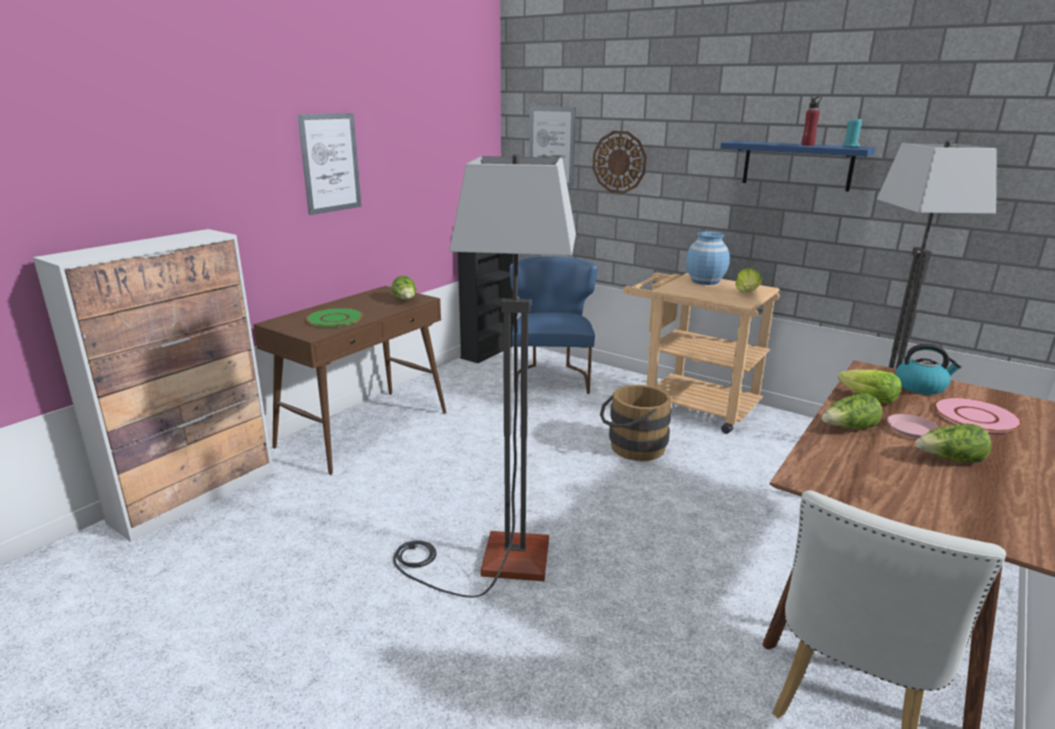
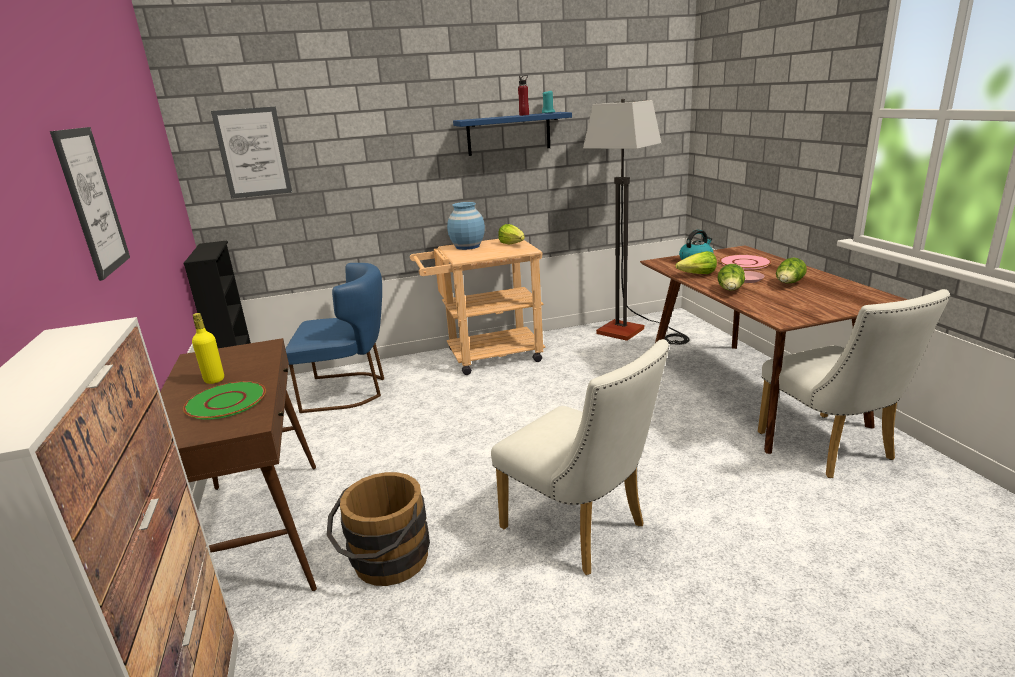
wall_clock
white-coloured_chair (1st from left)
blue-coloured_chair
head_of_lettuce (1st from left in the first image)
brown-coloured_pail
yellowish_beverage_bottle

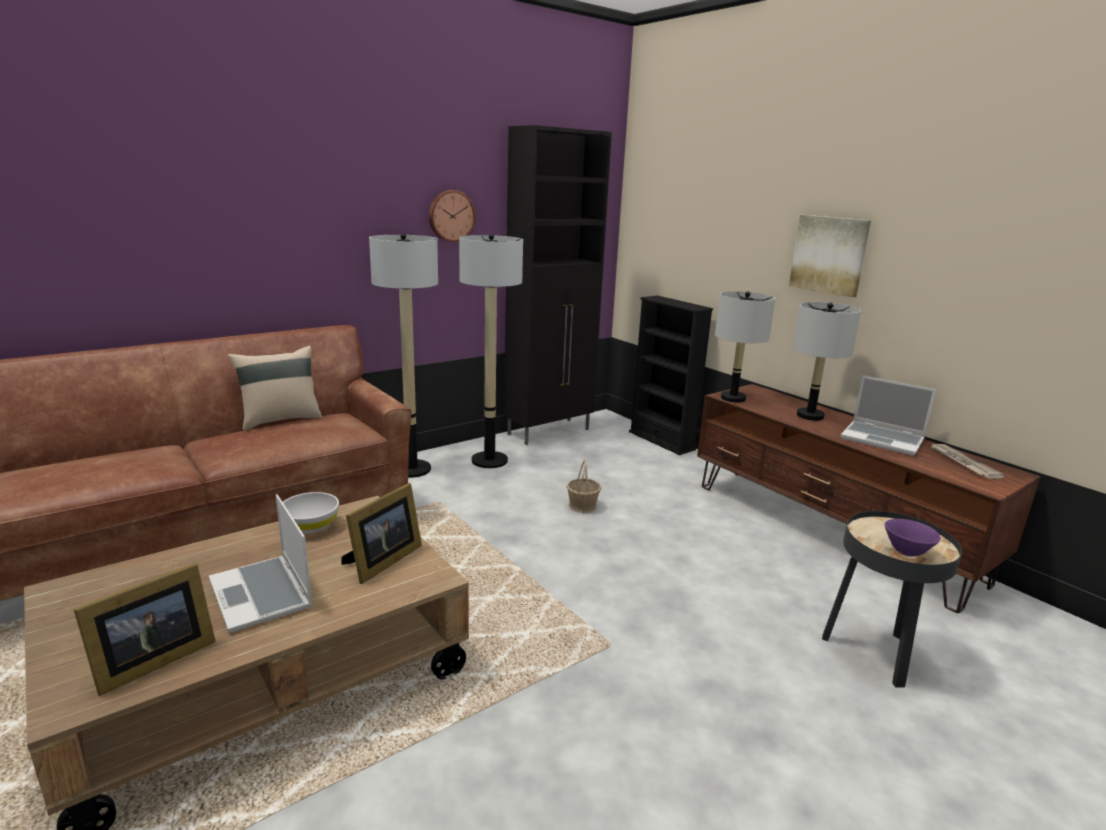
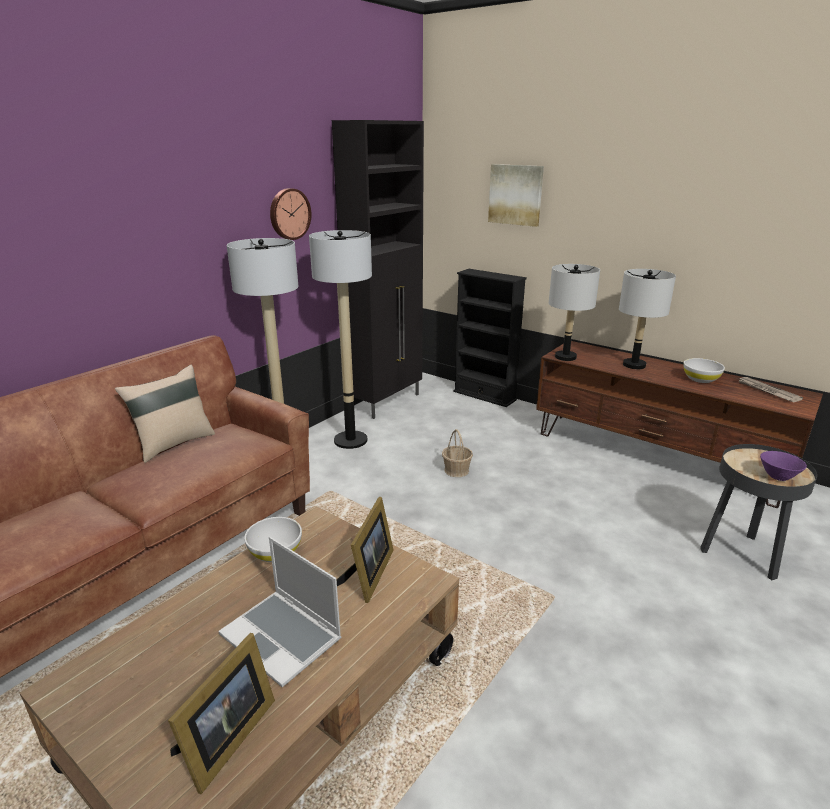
wall_picture
white-coloured_serving_bowl (2nd from left)

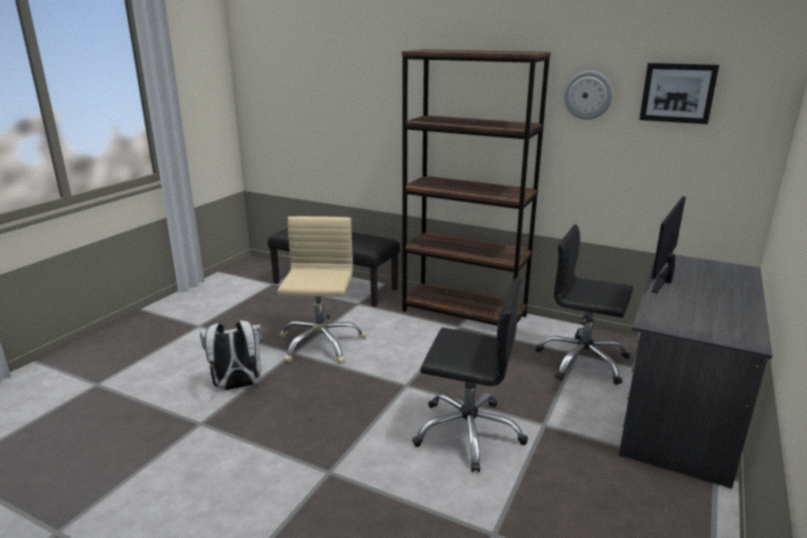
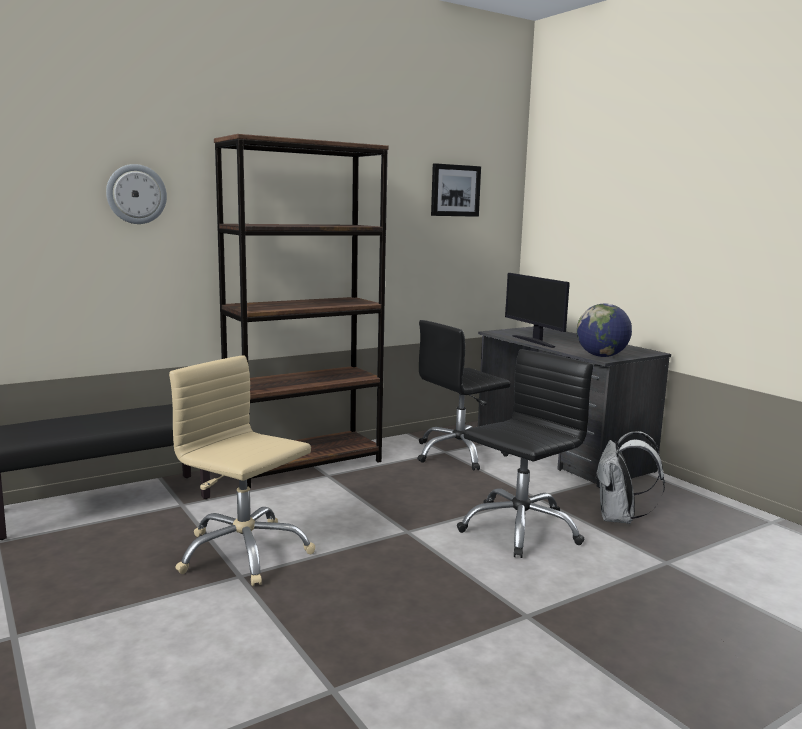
wall_clock
white-coloured_knapsack
world_globe

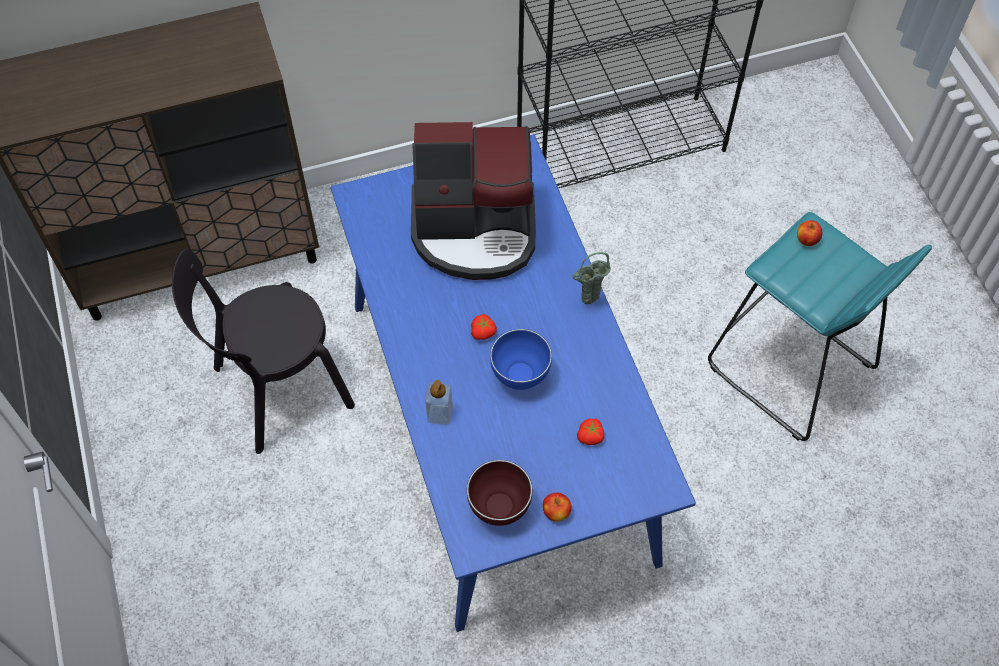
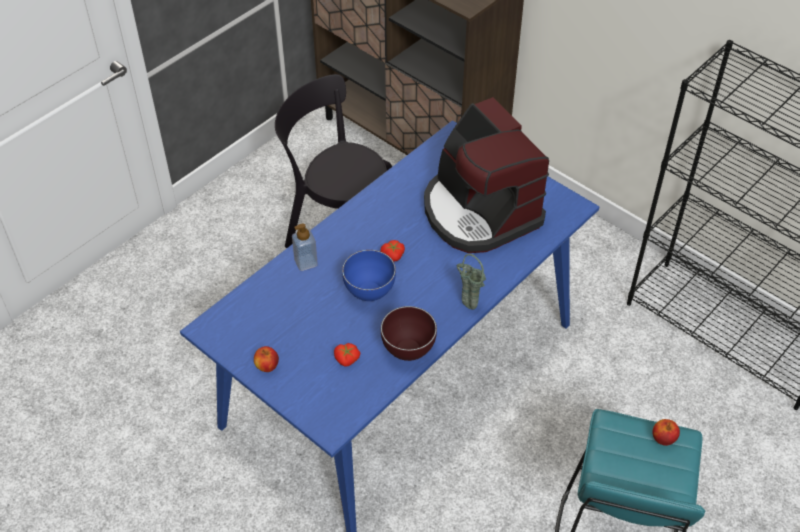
brown-coloured_serving_bowl

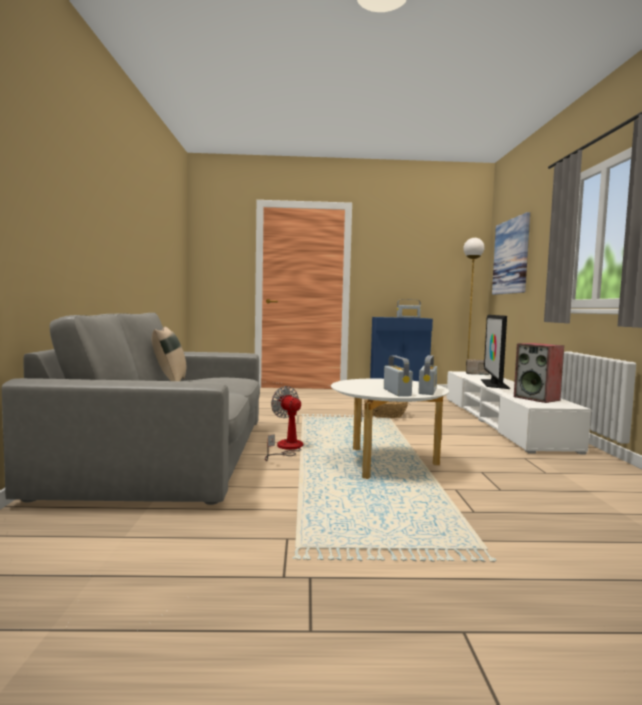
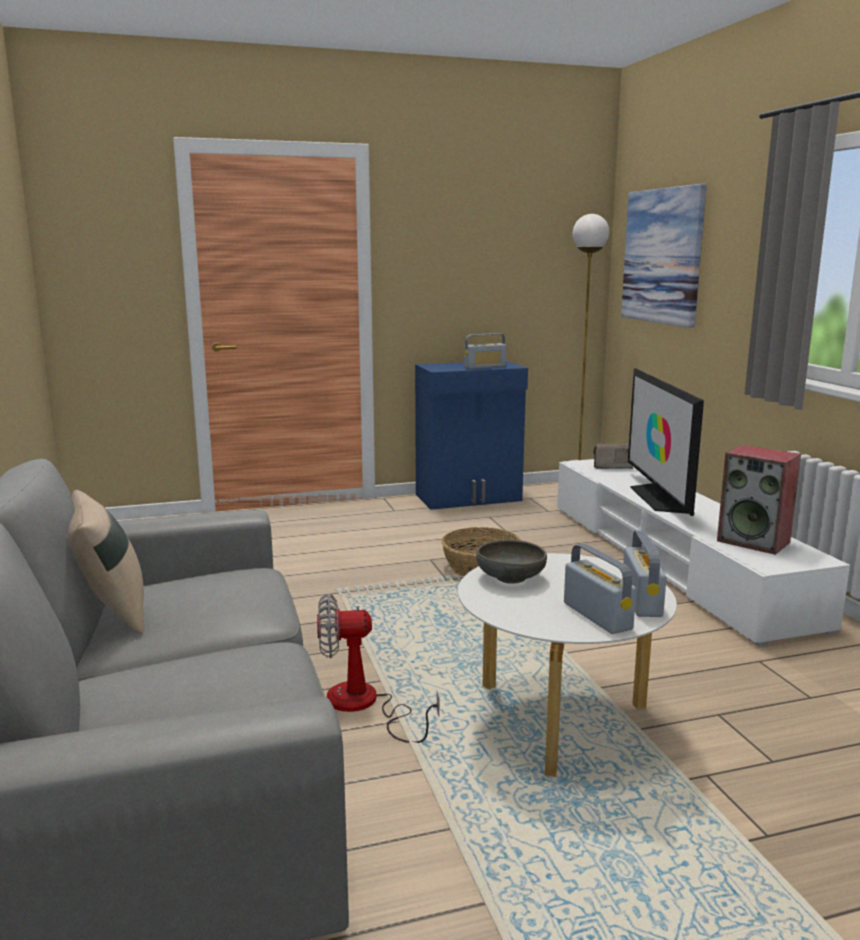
fan
gray_serving_bowl

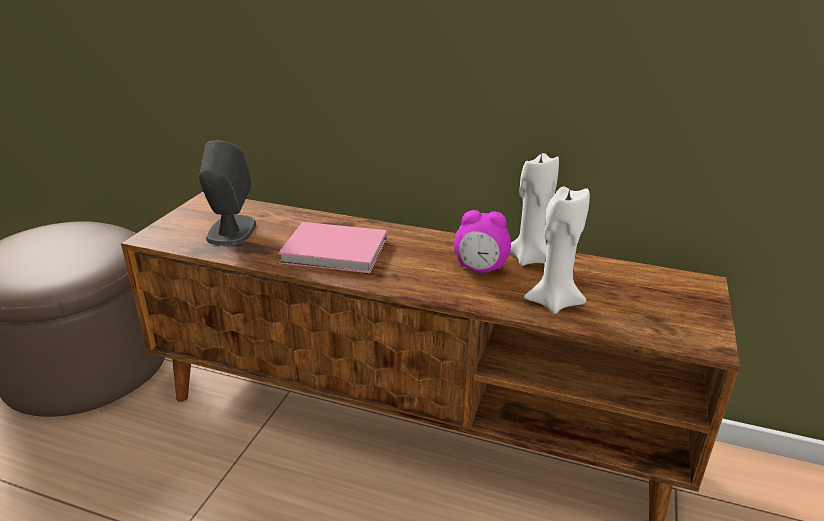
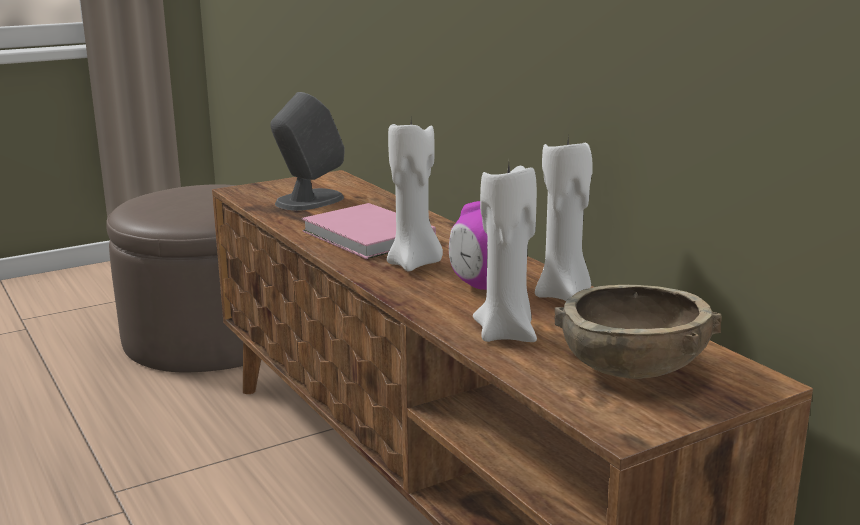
white-coloured_candle (1st from left)
brown-coloured_serving_bowl

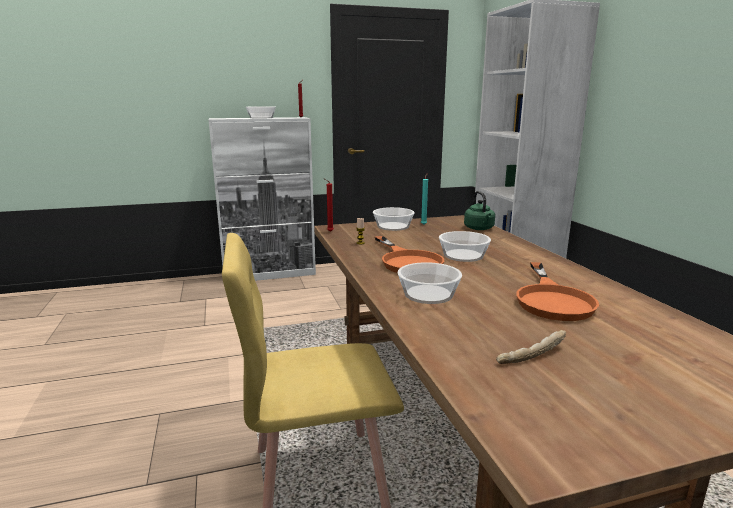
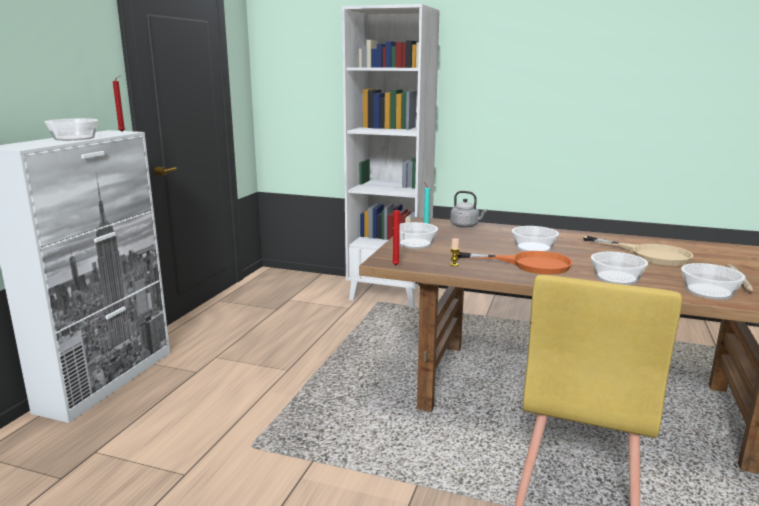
gray_kettle
beige-coloured_skillet
serving_bowl (5th from left)

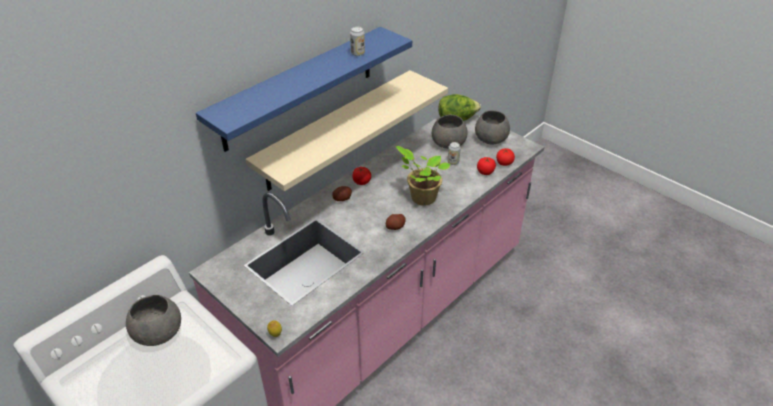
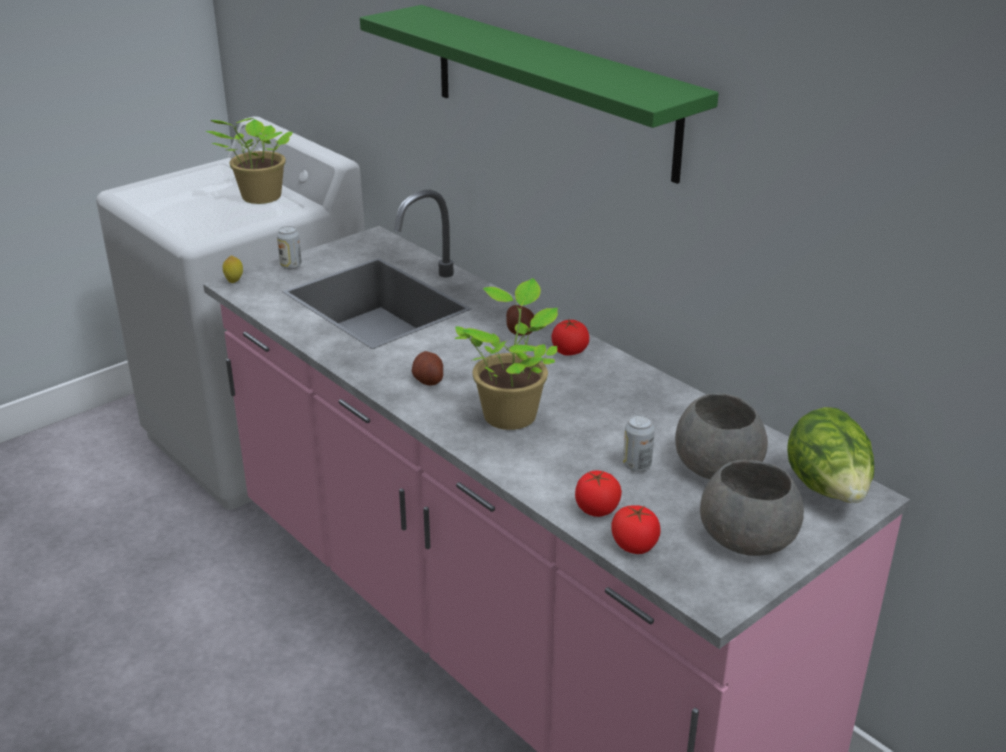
green-coloured_bracket_shelf
can (1st from left)
beige-coloured_bracket_shelf
houseplant (1st from left)

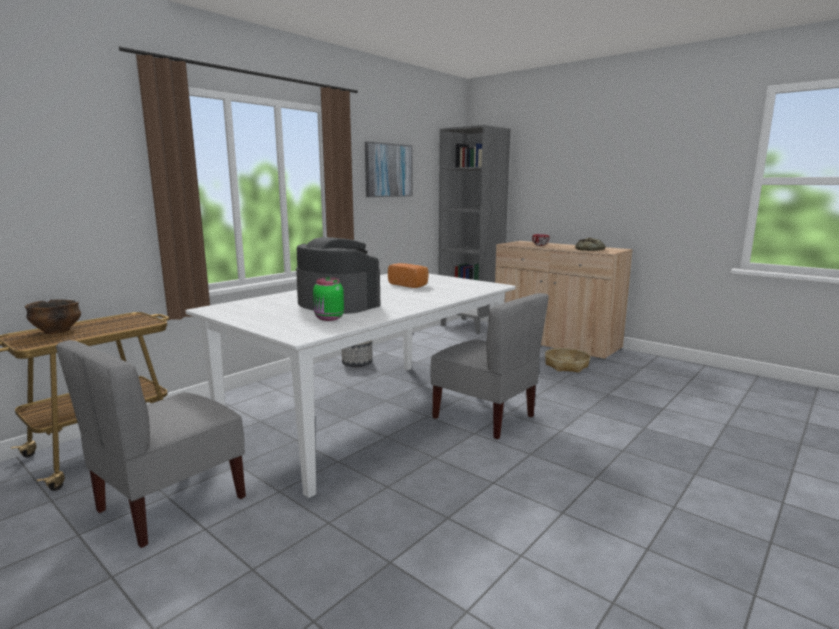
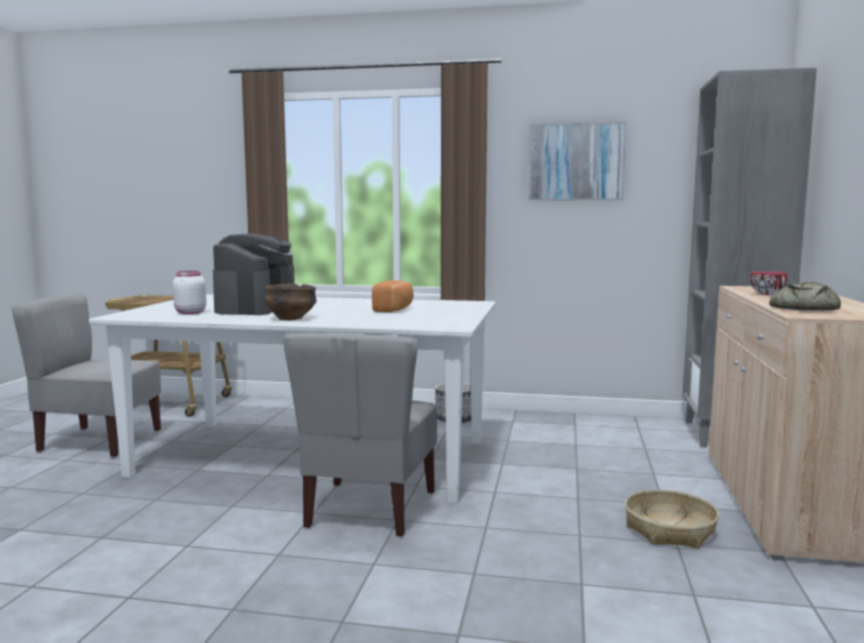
white-coloured_preserve_jar
serving_bowl (1st from left)

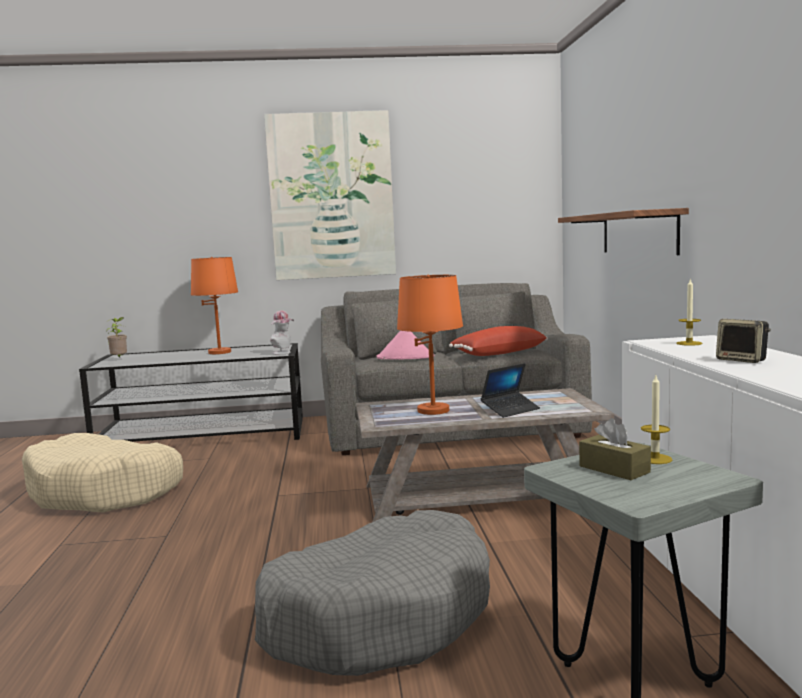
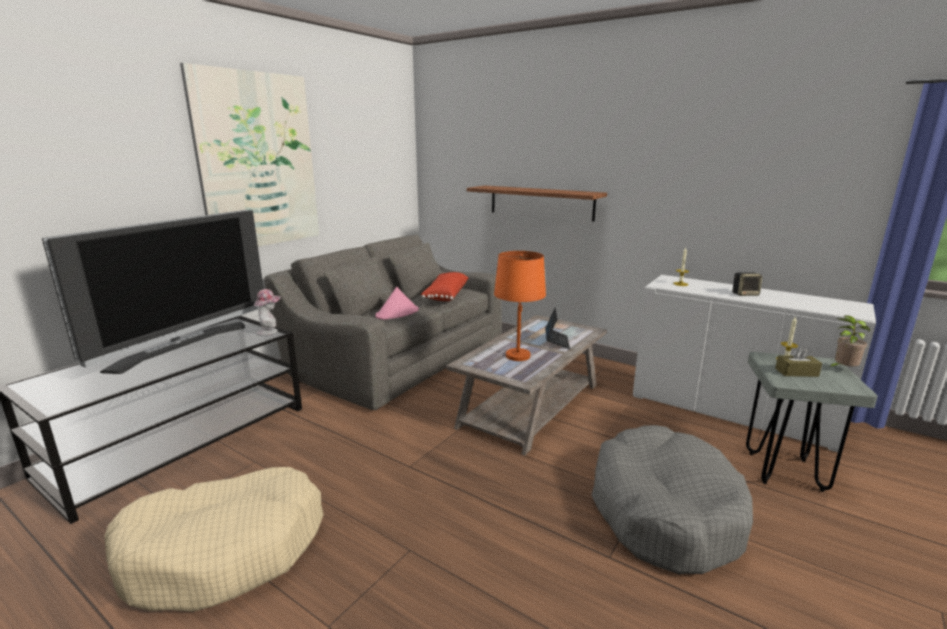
TV
houseplant

